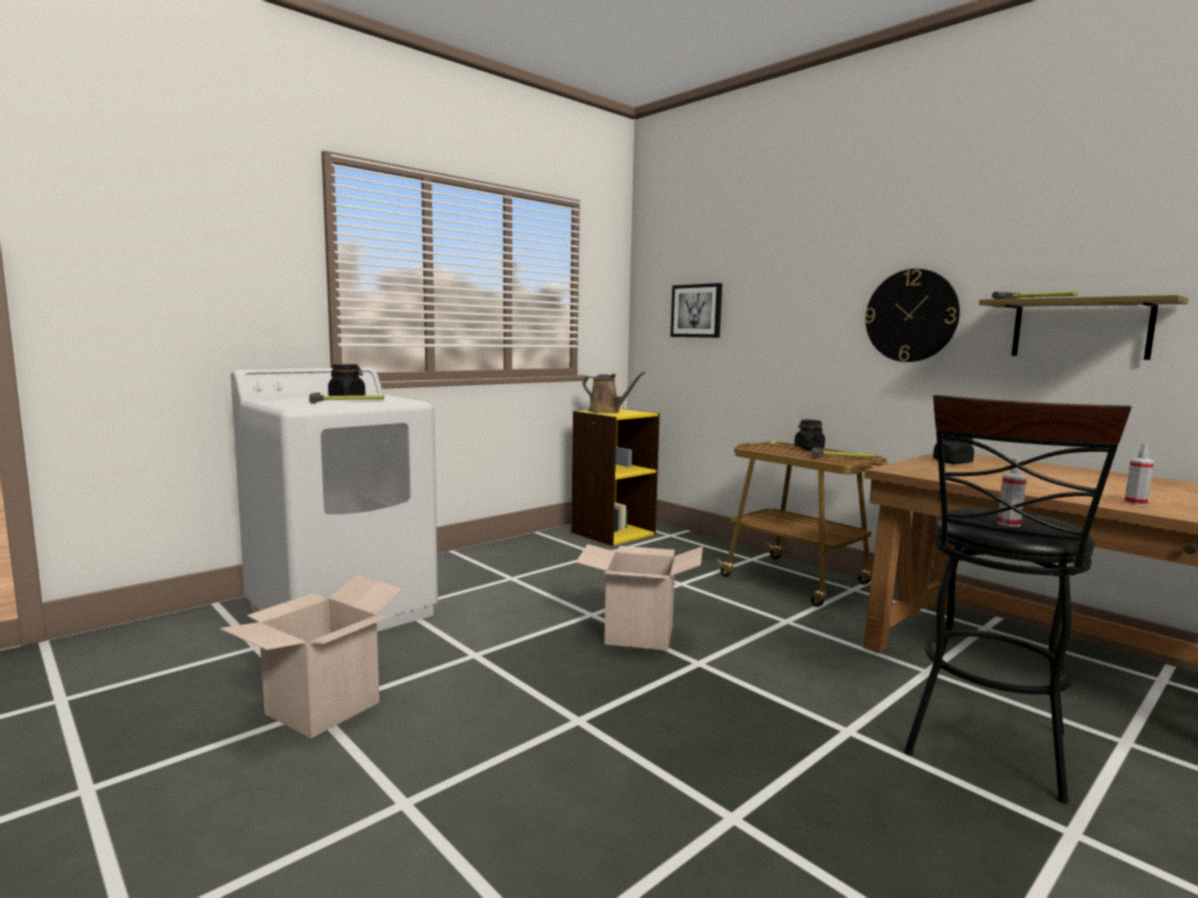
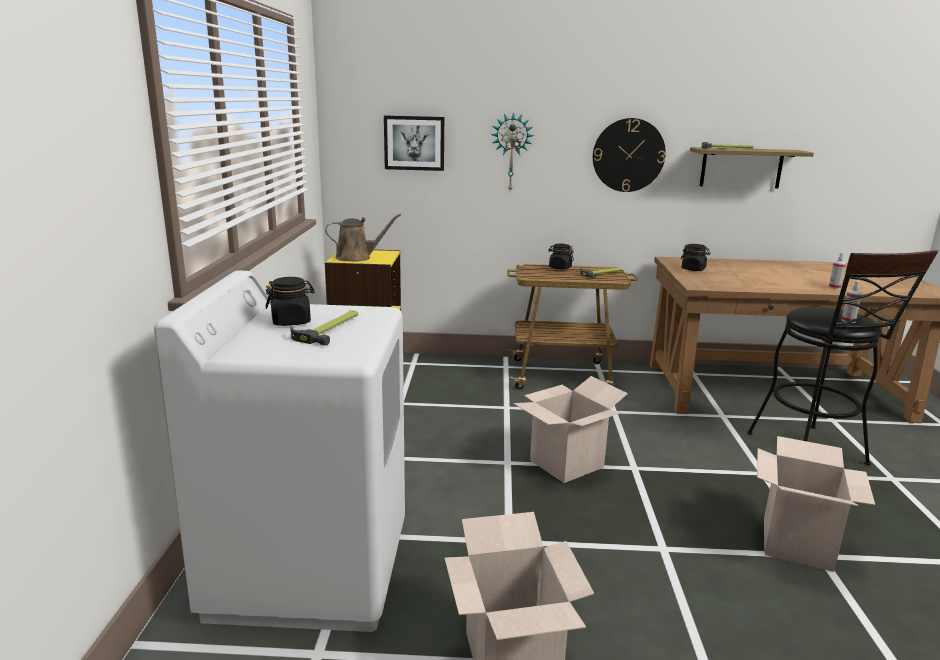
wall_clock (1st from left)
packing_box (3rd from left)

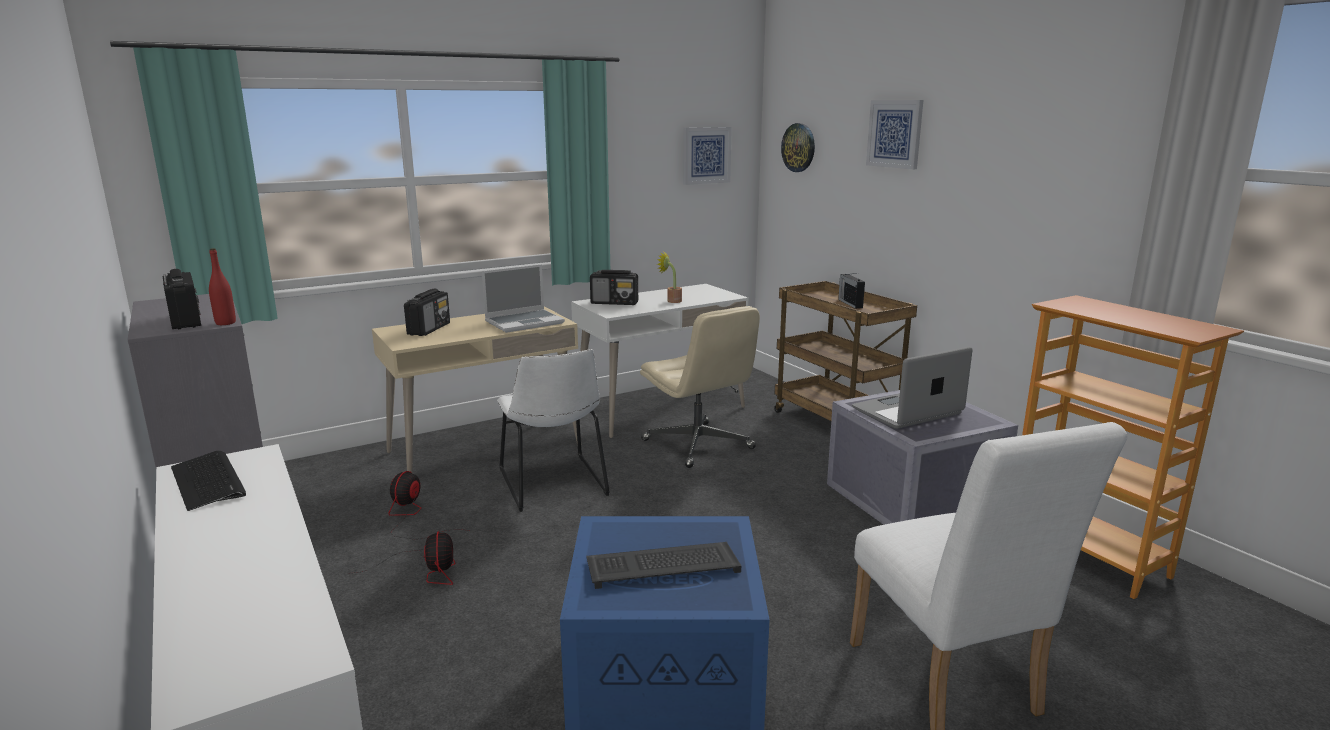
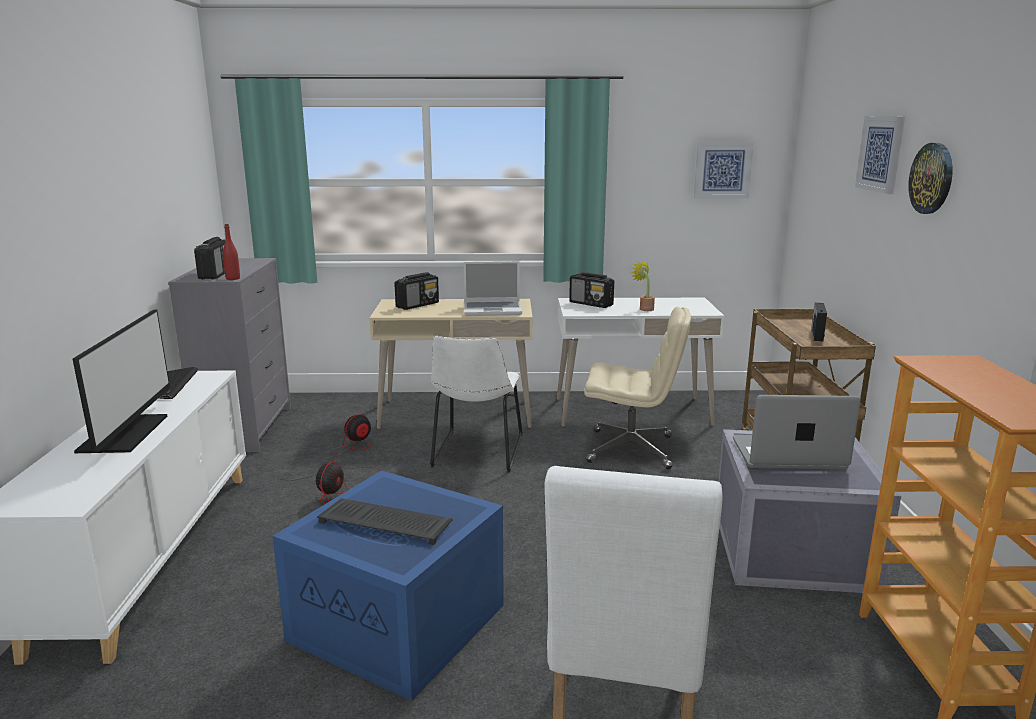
wall_clock
beige-coloured_desk_chair
monitor

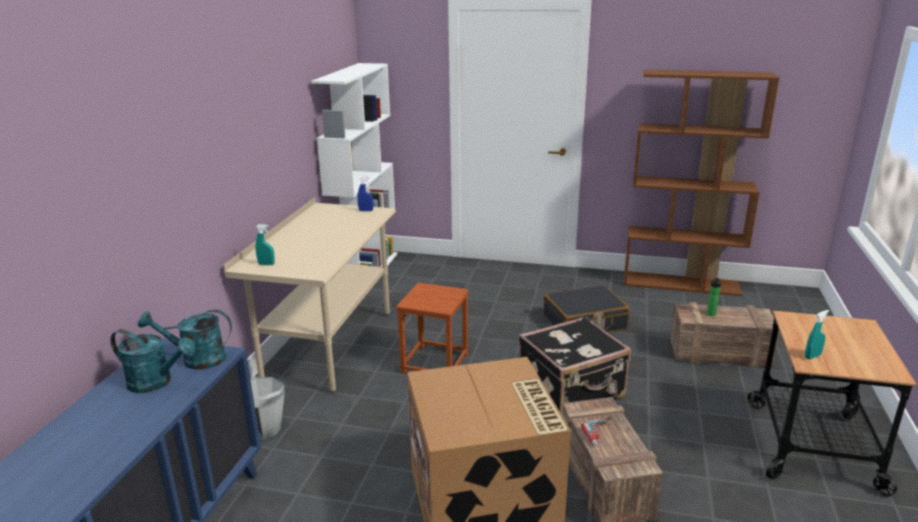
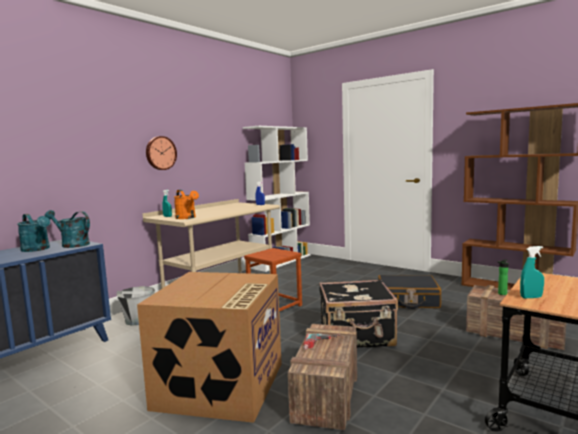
wall_clock
orangey_watering_pot

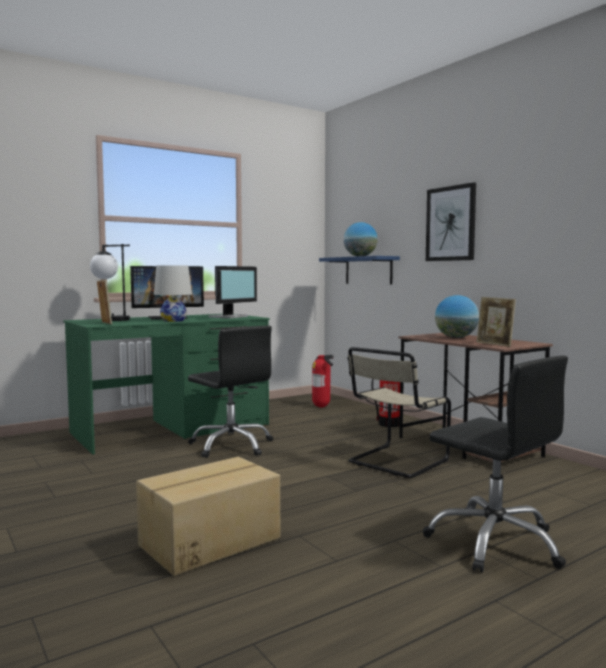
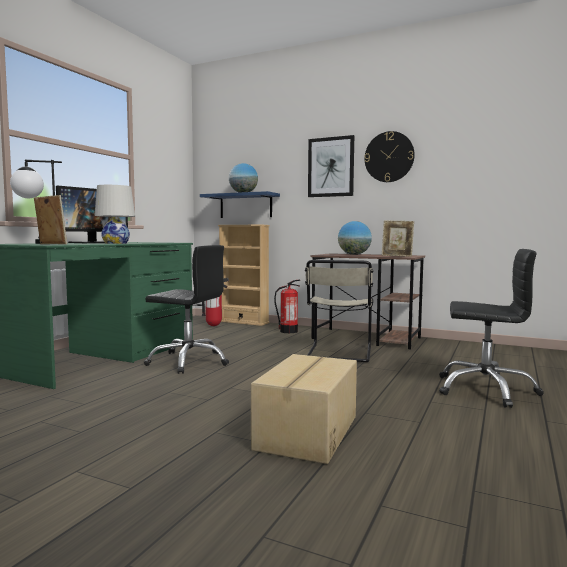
monitor (2nd from left in the first image)
wall_clock
beige-coloured_bookcase

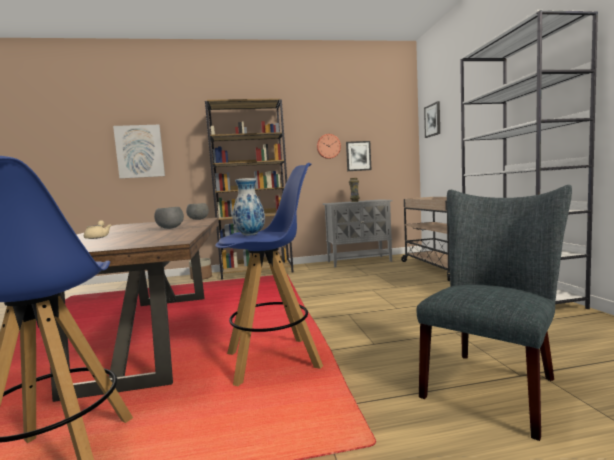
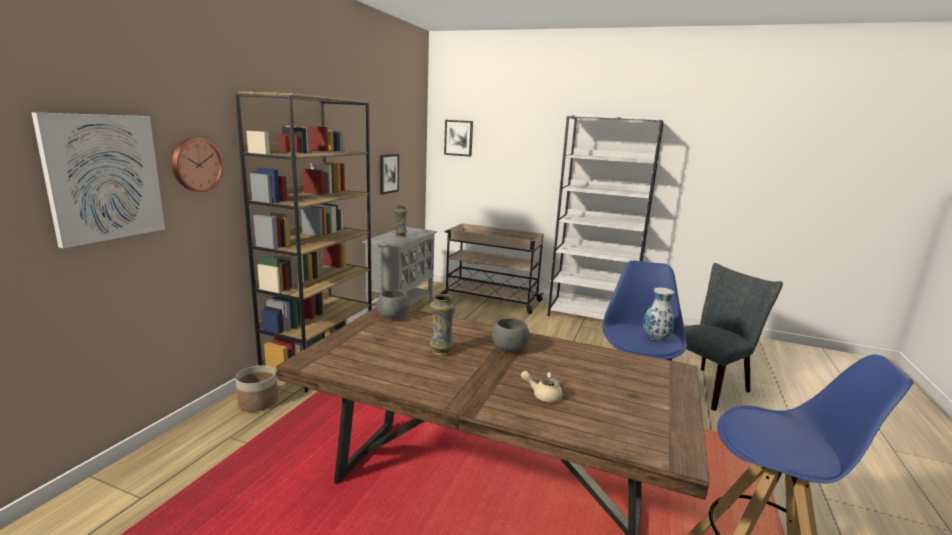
wall_clock
gray_chair
flower_vase (2nd from left)

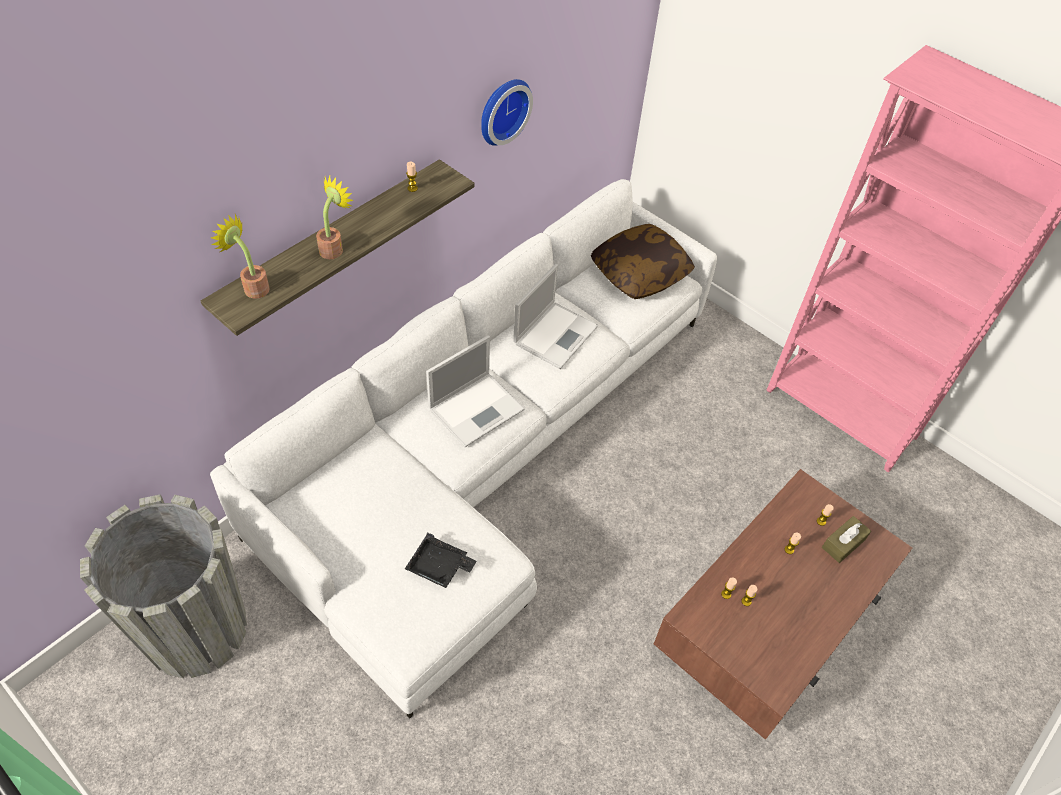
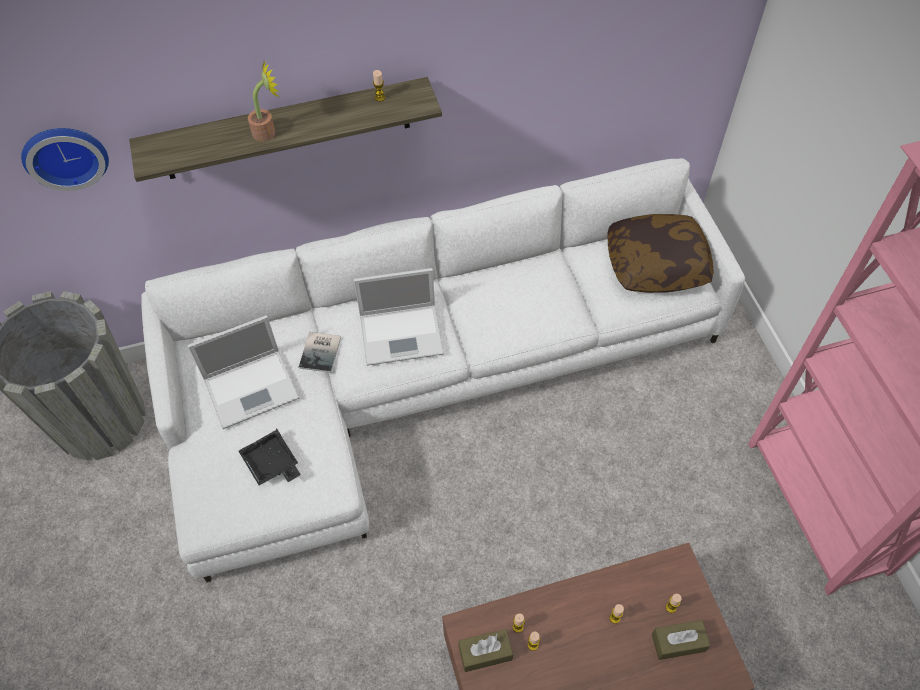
wall_clock
houseplant (1st from left in the first image)
notebook_computer (1st from left)
bound_book
brown-coloured_tissue_box (1st from left)

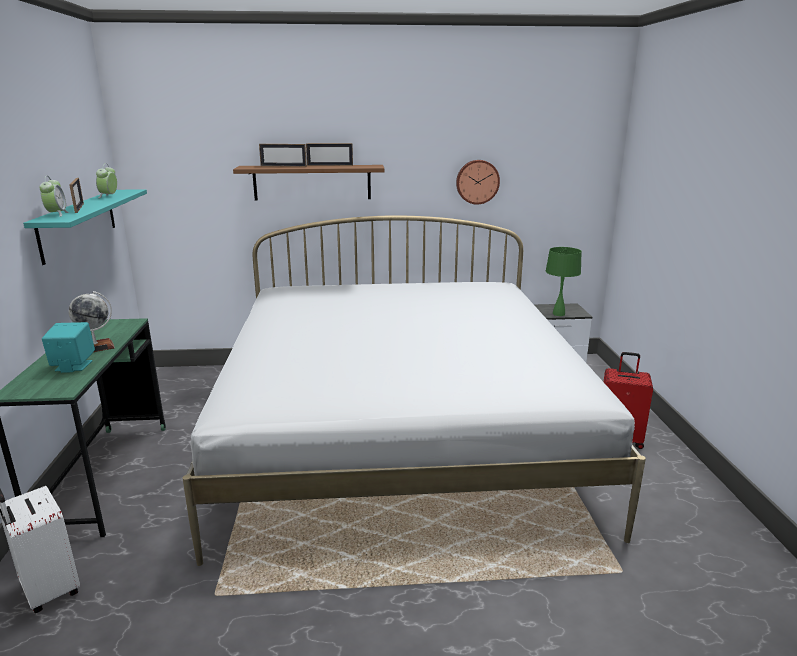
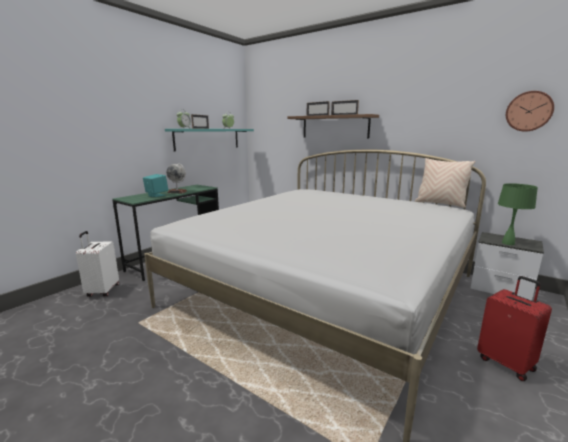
wall_clock
beige-coloured_cushion

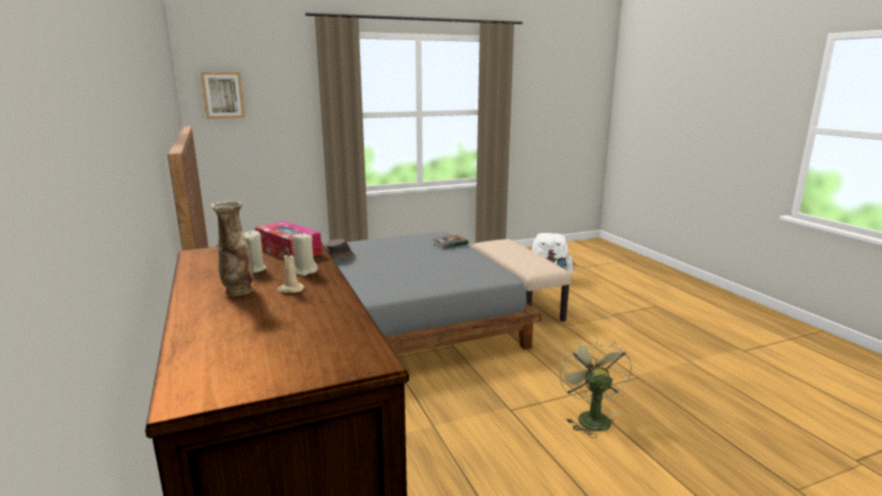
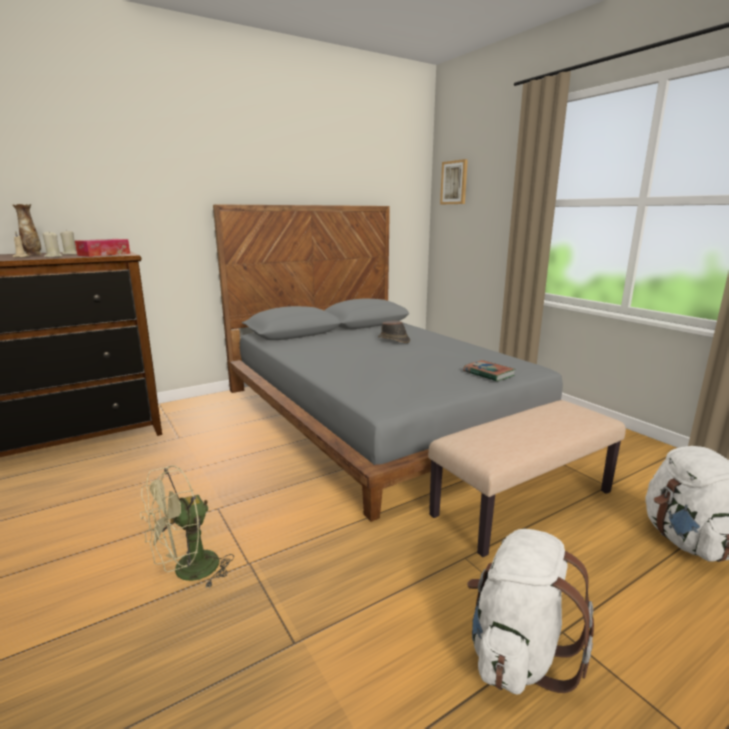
green-coloured_fan
white-coloured_knapsack (1st from left)

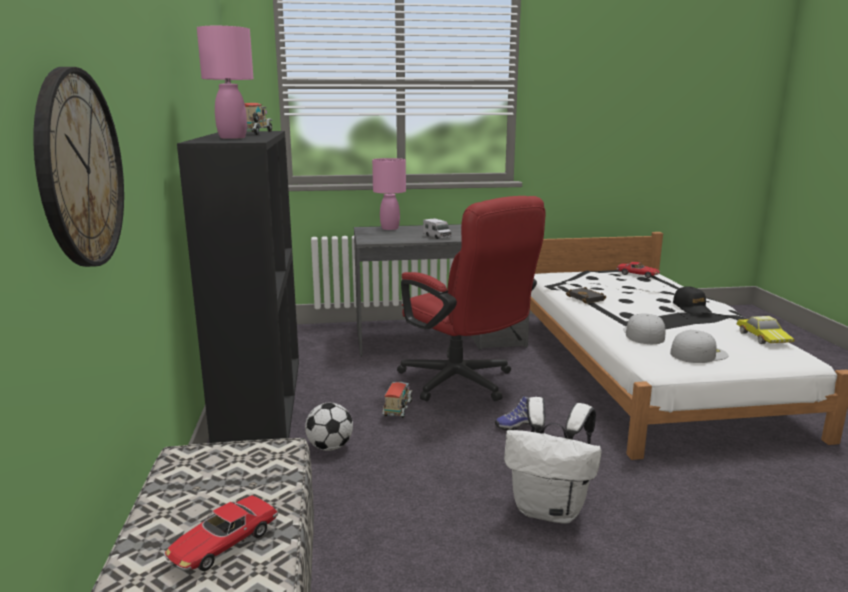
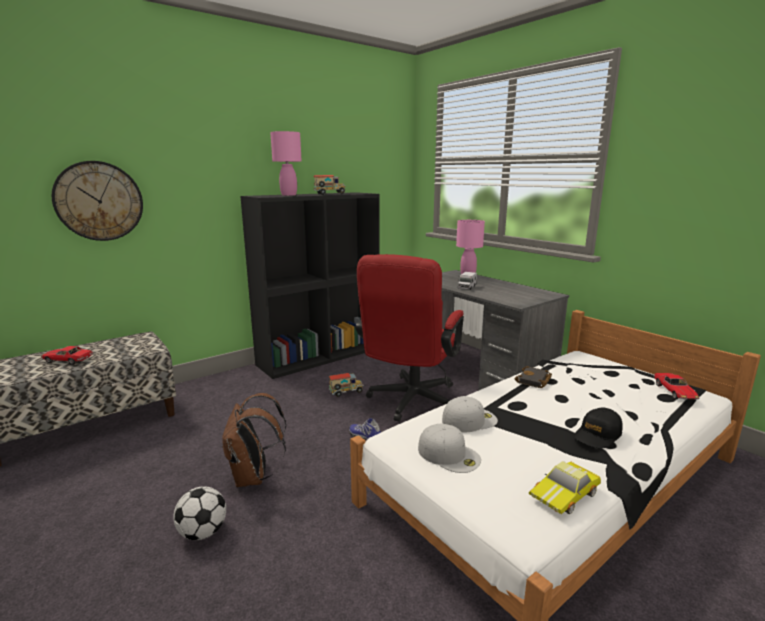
brown-coloured_knapsack
football

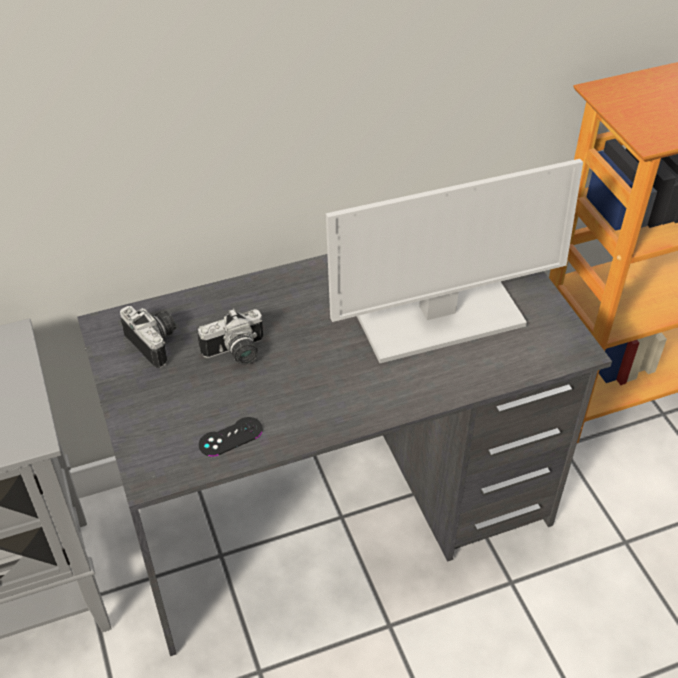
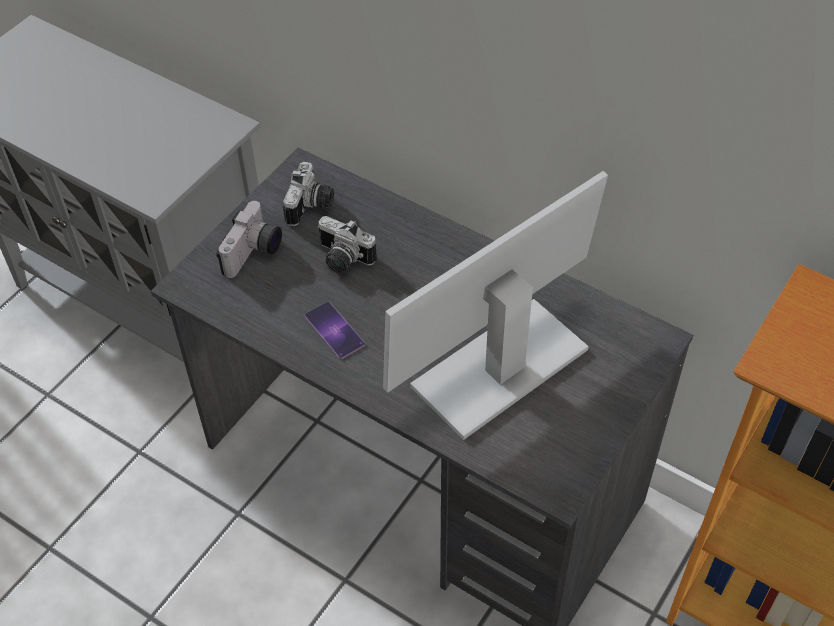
monitor
black_gamepad
photo_camera (1st from left)
telephone

